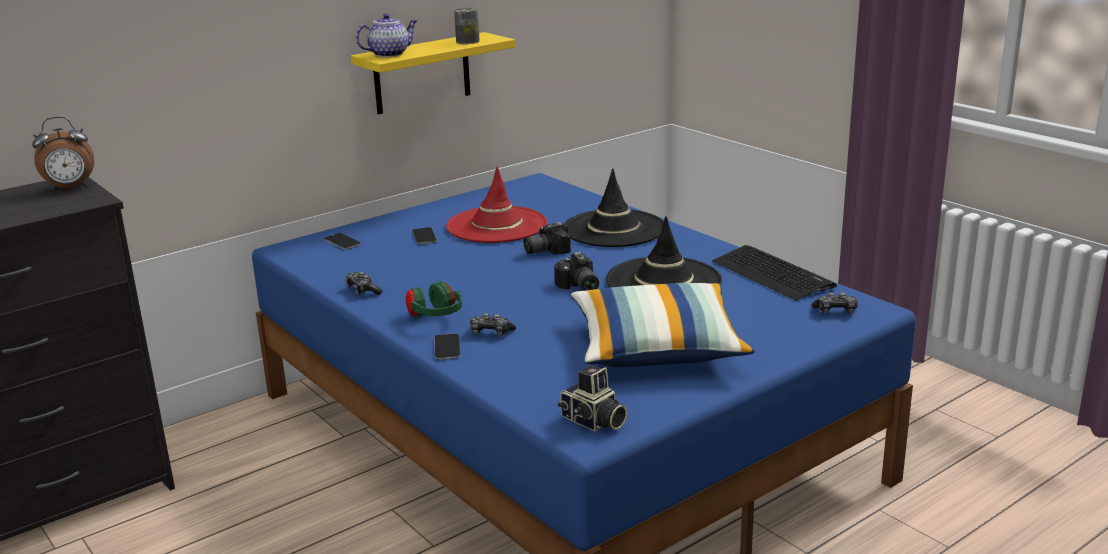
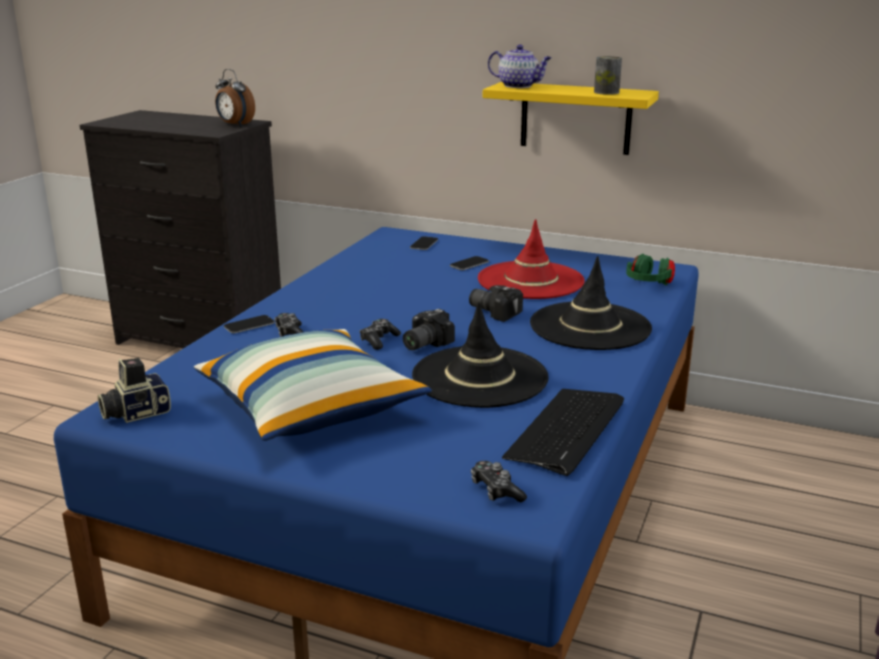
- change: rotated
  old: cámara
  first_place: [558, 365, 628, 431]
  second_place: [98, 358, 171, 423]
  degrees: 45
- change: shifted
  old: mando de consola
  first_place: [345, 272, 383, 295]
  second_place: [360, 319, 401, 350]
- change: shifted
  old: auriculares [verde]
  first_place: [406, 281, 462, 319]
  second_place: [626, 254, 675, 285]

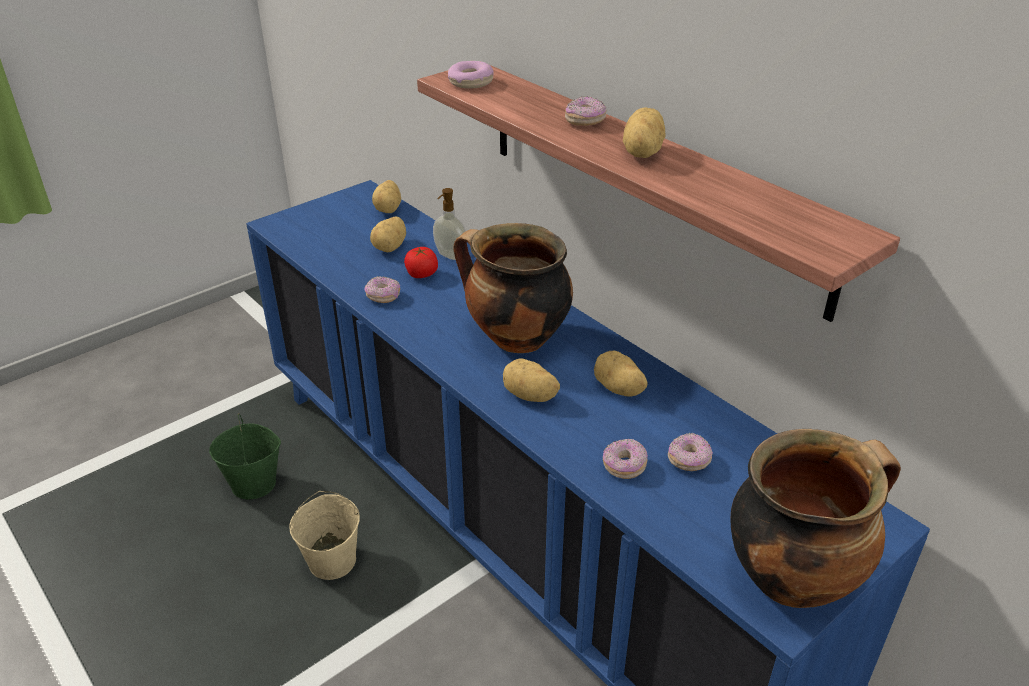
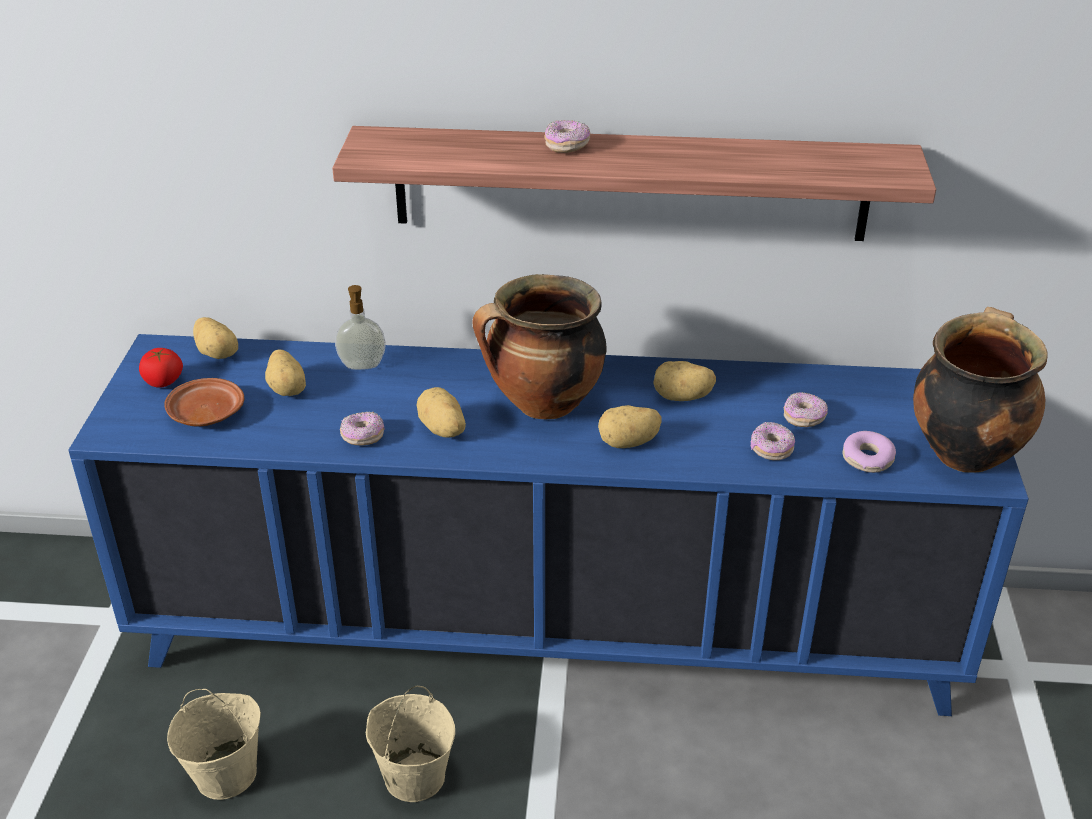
- change: shifted
  old: tomate
  first_place: [404, 247, 438, 278]
  second_place: [139, 348, 183, 388]
- change: new
  new: plato [marrón]
  second_place: [164, 378, 244, 427]
- change: repainted
  old: cubo [verde]
  new: cubo [beis]
  first_place: [209, 413, 281, 499]
  second_place: [167, 689, 261, 800]
- change: shifted
  old: patata
  first_place: [623, 107, 665, 158]
  second_place: [417, 387, 466, 438]
- change: shifted
  old: rosquilla
  first_place: [448, 61, 494, 89]
  second_place: [842, 431, 896, 473]

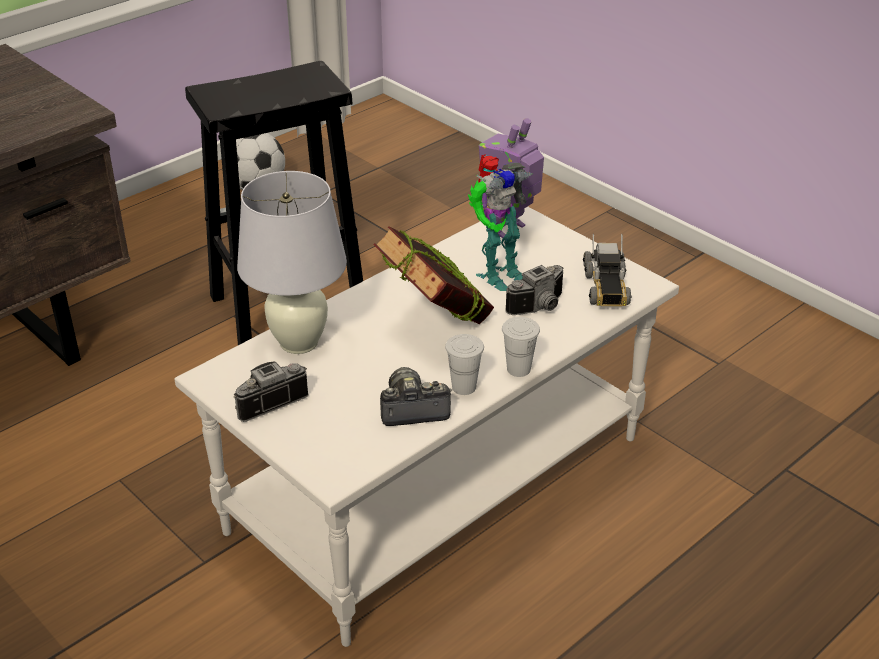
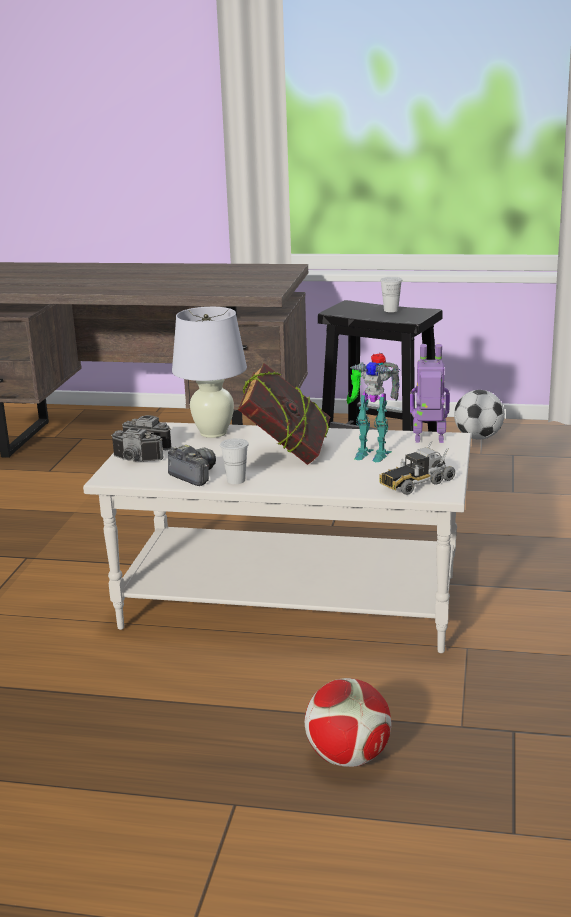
- change: shifted
  old: cámara
  first_place: [505, 265, 564, 315]
  second_place: [111, 428, 163, 462]
- change: new
  new: balón de fútbol
  second_place: [305, 678, 391, 767]
- change: shifted
  old: taza [blanco]
  first_place: [502, 317, 540, 377]
  second_place: [380, 277, 403, 312]

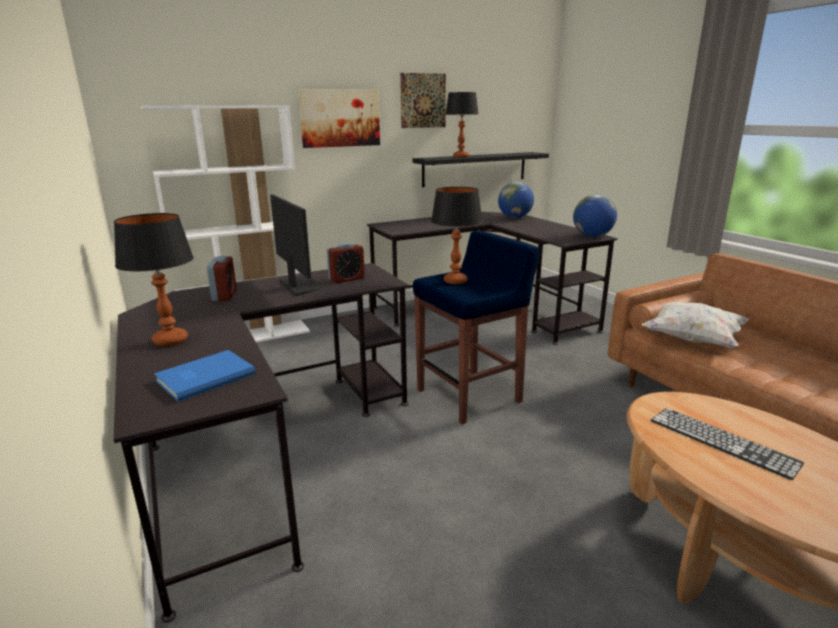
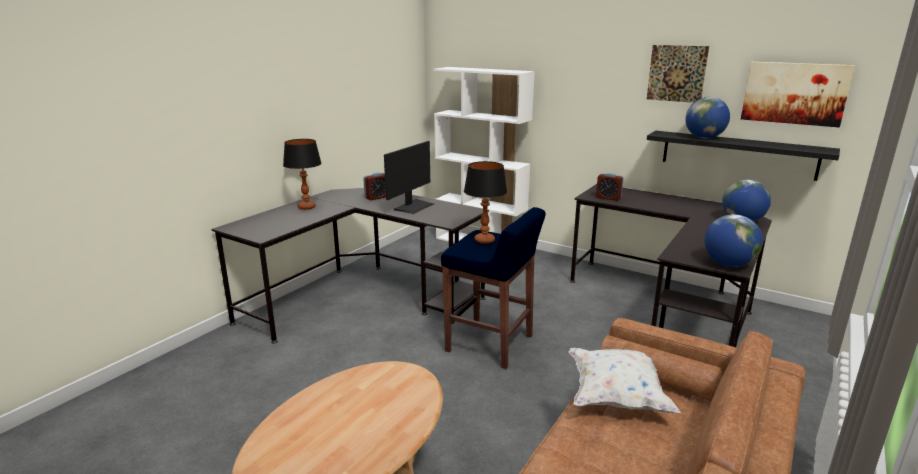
- change: shifted
  old: despertador
  first_place: [327, 243, 365, 283]
  second_place: [596, 173, 623, 201]
- change: swapped
  old: lámpara de mesa
  new: globo terráqueo
  first_place: [445, 92, 479, 158]
  second_place: [685, 97, 730, 139]
- change: shifted
  old: cuadro
  first_place: [298, 89, 380, 148]
  second_place: [741, 62, 855, 128]
- change: gone
  old: libro [azul]
  first_place: [154, 350, 255, 402]
- change: gone
  old: teclado
  first_place: [651, 408, 804, 480]

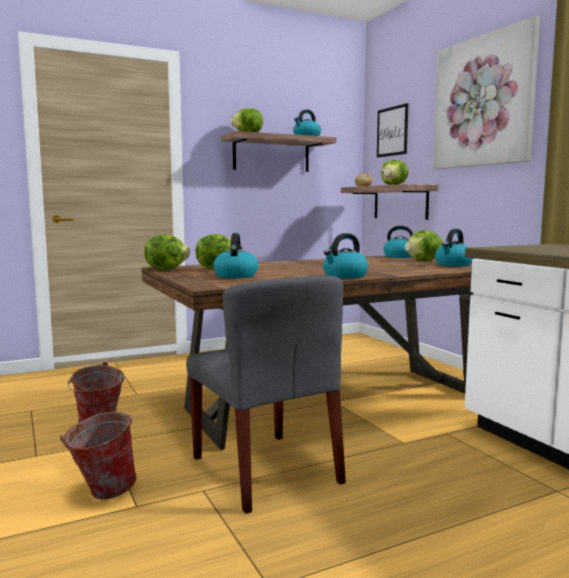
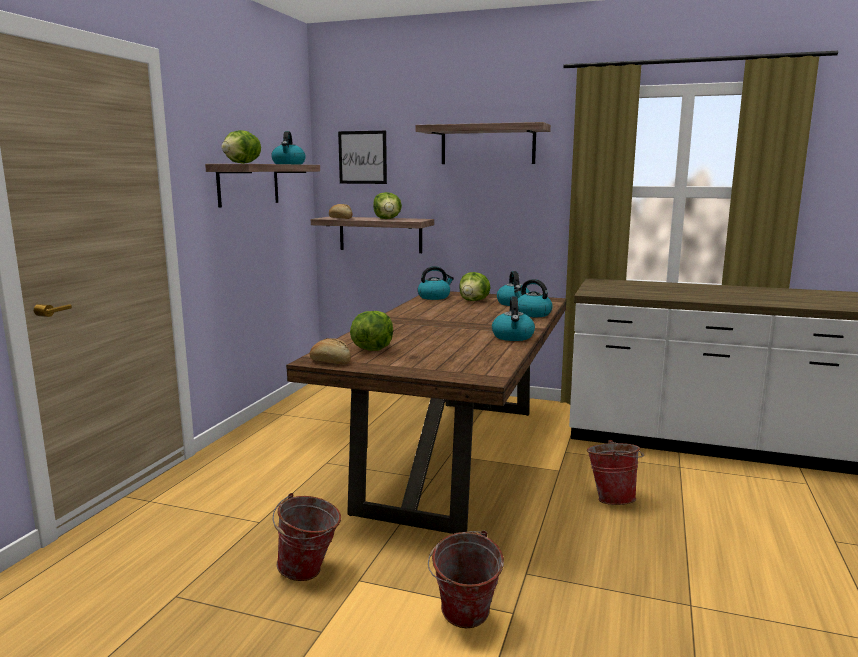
- change: swapped
  old: lechuga
  new: pan
  first_place: [144, 234, 190, 270]
  second_place: [310, 338, 351, 365]
- change: swapped
  old: cuadro
  new: estante
  first_place: [433, 16, 540, 169]
  second_place: [416, 122, 551, 164]
- change: shifted
  old: hervidor
  first_place: [213, 233, 259, 278]
  second_place: [514, 279, 553, 317]
- change: new
  new: cubo
  second_place: [587, 440, 644, 505]
- change: gone
  old: silla [gris]
  first_place: [186, 275, 346, 514]

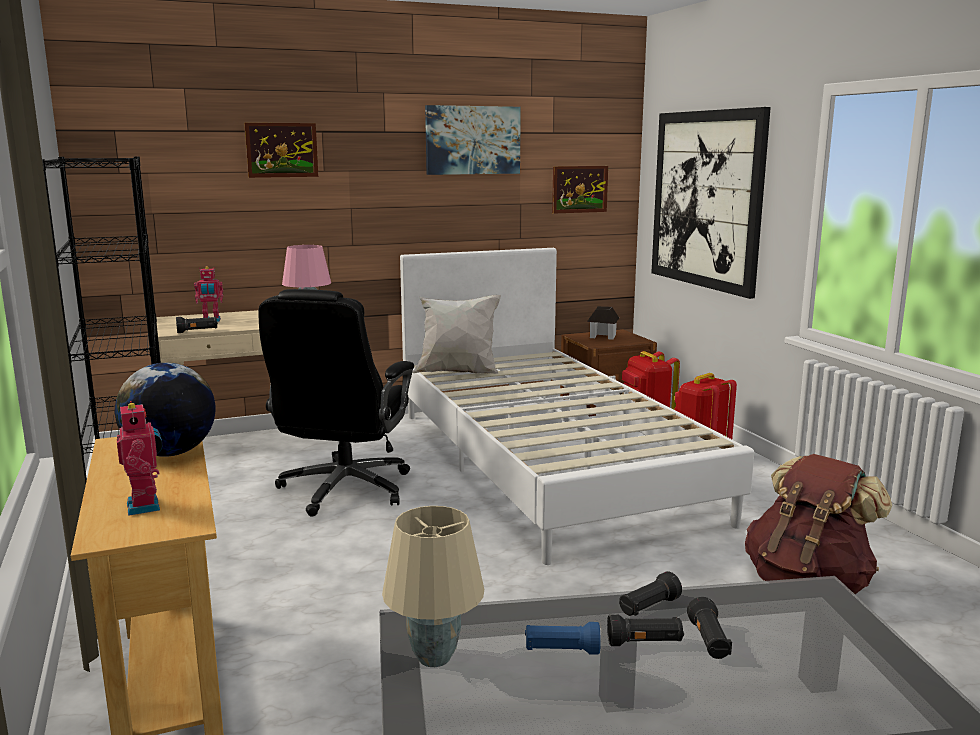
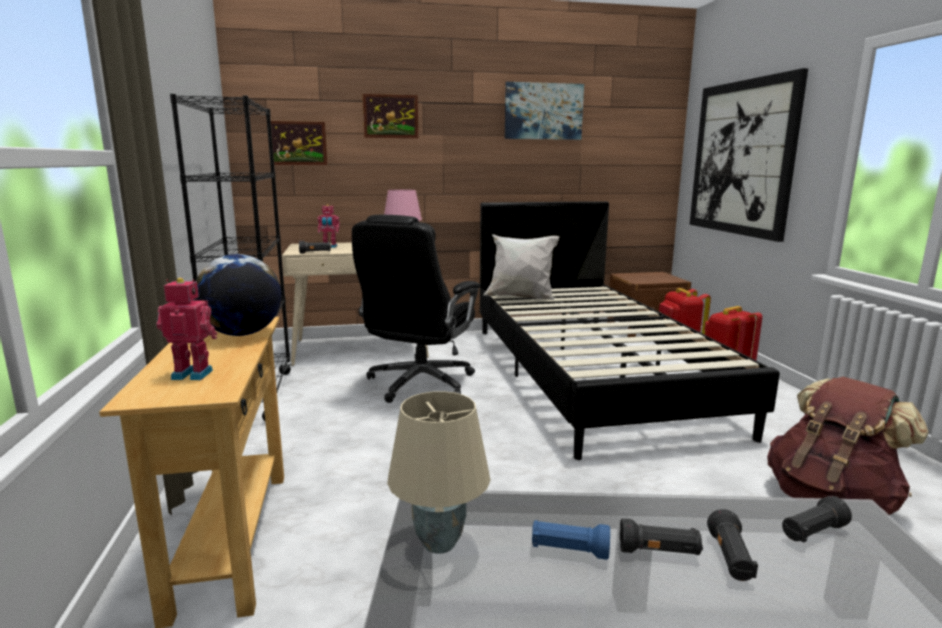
- change: rotated
  old: robot de juguete
  first_place: [116, 401, 162, 516]
  second_place: [156, 278, 217, 380]
  degrees: -75
- change: shifted
  old: cuadro
  first_place: [552, 166, 608, 214]
  second_place: [271, 121, 327, 165]
- change: repainted
  old: cama [blanco]
  new: cama [negro]
  first_place: [400, 248, 754, 565]
  second_place: [480, 201, 780, 460]
- change: shifted
  old: linterna [negro]
  first_place: [619, 571, 682, 616]
  second_place: [782, 496, 852, 542]
- change: gone
  old: casita
  first_place: [587, 306, 619, 340]

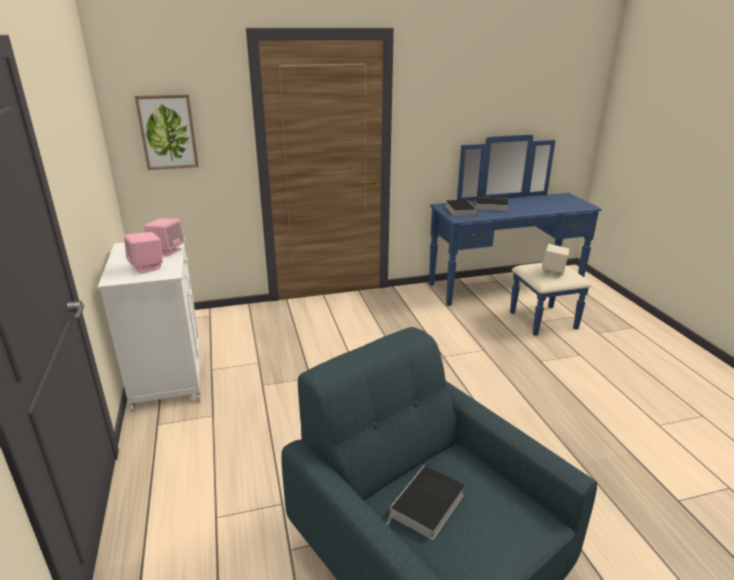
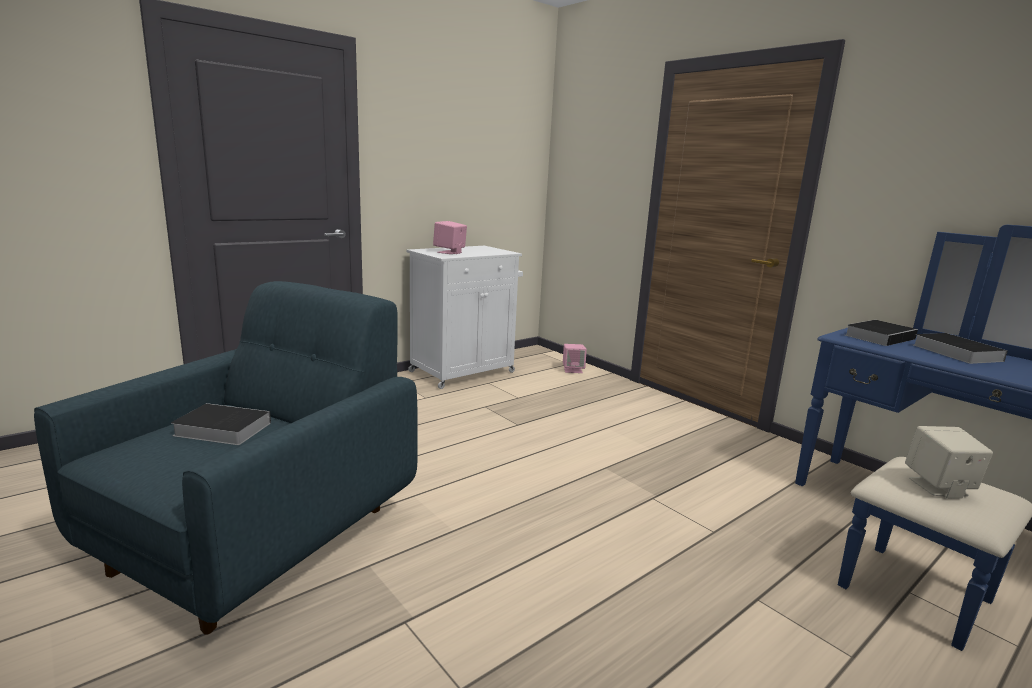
- change: shifted
  old: altavoz [rosa]
  first_place: [144, 218, 185, 256]
  second_place: [563, 344, 587, 373]
- change: gone
  old: cuadro
  first_place: [135, 94, 199, 170]

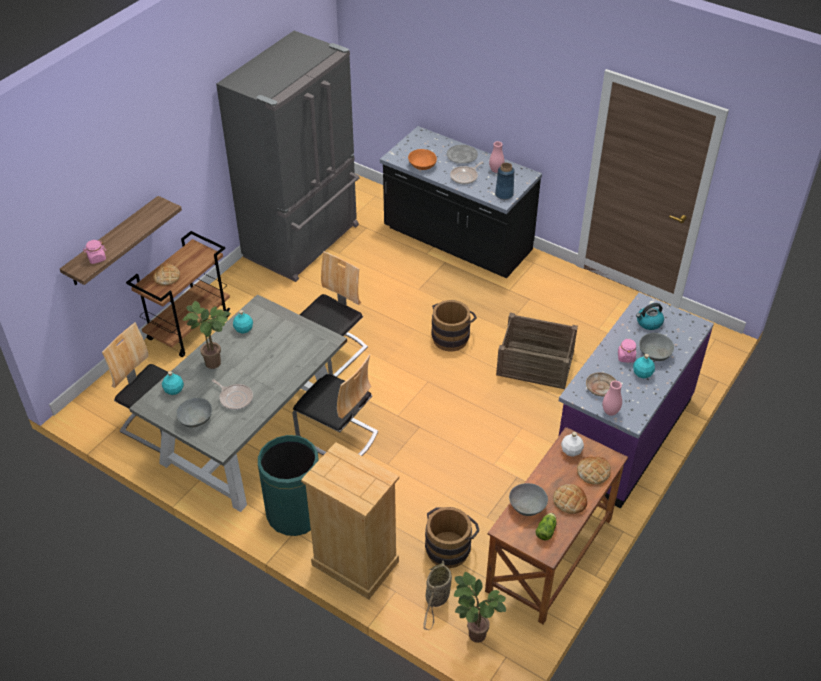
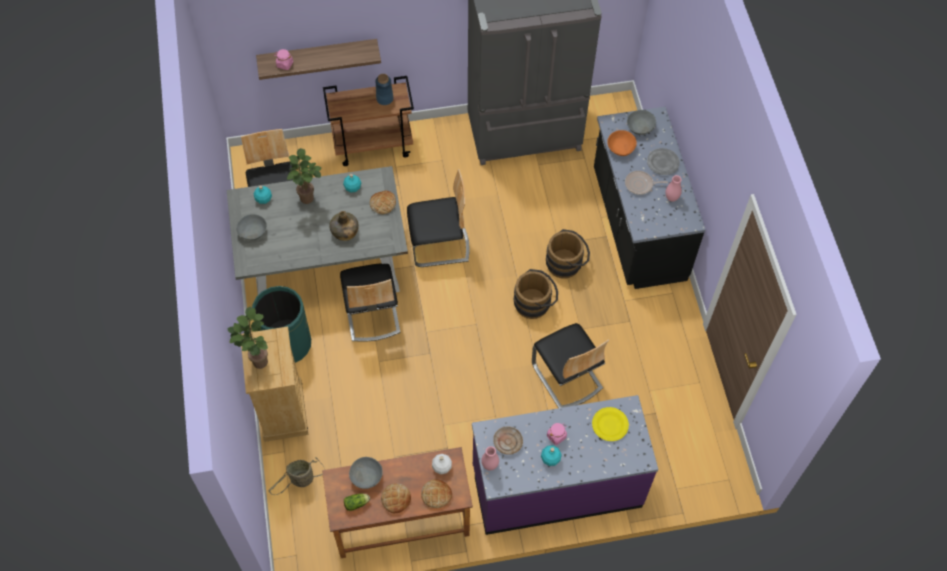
- change: shifted
  old: planta en maceta
  first_place: [454, 572, 506, 643]
  second_place: [228, 307, 268, 369]
- change: new
  new: botella [verde]
  second_place: [329, 211, 359, 241]
- change: shifted
  old: pan
  first_place: [152, 263, 180, 285]
  second_place: [370, 191, 396, 214]
- change: shifted
  old: florero [azul]
  first_place: [495, 163, 515, 200]
  second_place: [375, 74, 393, 105]
- change: swapped
  old: caja de embalaje
  new: silla
  first_place: [496, 313, 578, 389]
  second_place: [532, 323, 609, 408]
- change: shifted
  old: cubo [marrón]
  first_place: [425, 507, 480, 568]
  second_place: [546, 229, 590, 279]
- change: swapped
  old: hervidor
  new: plato [amarillo]
  first_place: [636, 303, 664, 330]
  second_place: [592, 407, 629, 441]
- change: shifted
  old: cuenco [gris]
  first_place: [639, 333, 674, 361]
  second_place: [627, 110, 656, 135]
- change: gone
  old: sartén
  first_place: [212, 379, 253, 410]

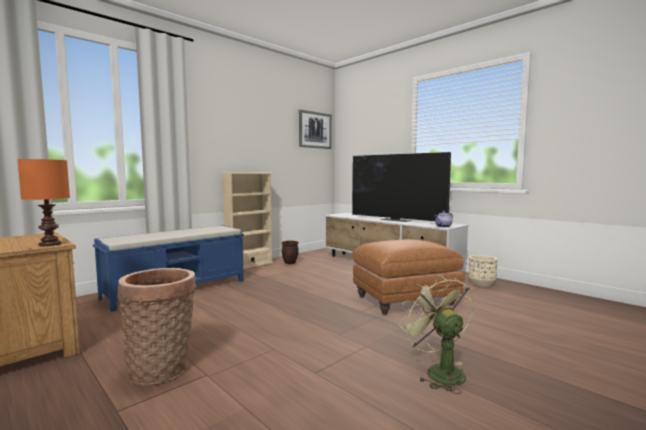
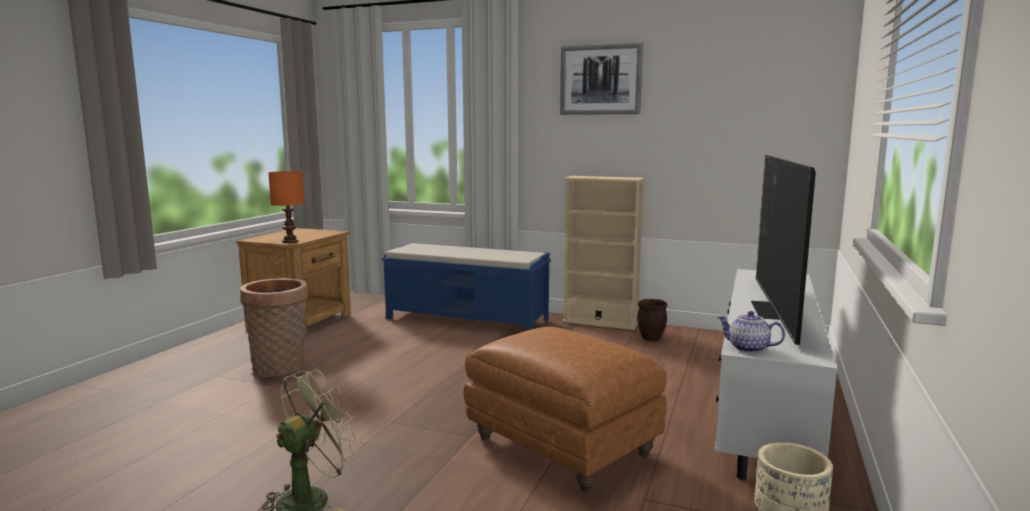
- change: shifted
  old: cuadro
  first_place: [299, 109, 332, 149]
  second_place: [560, 43, 643, 115]

